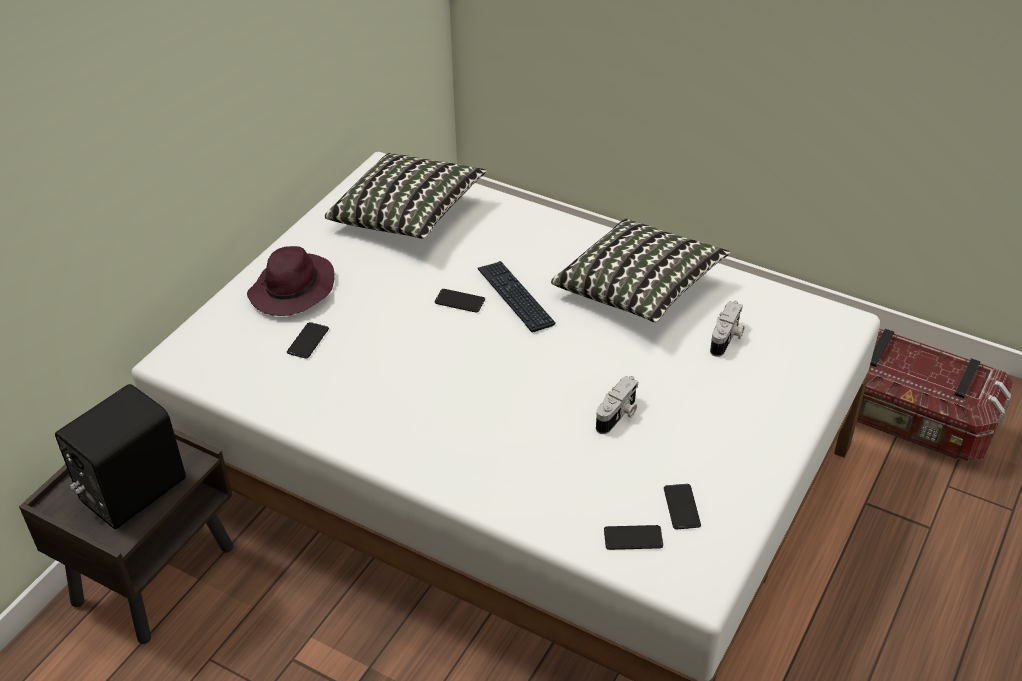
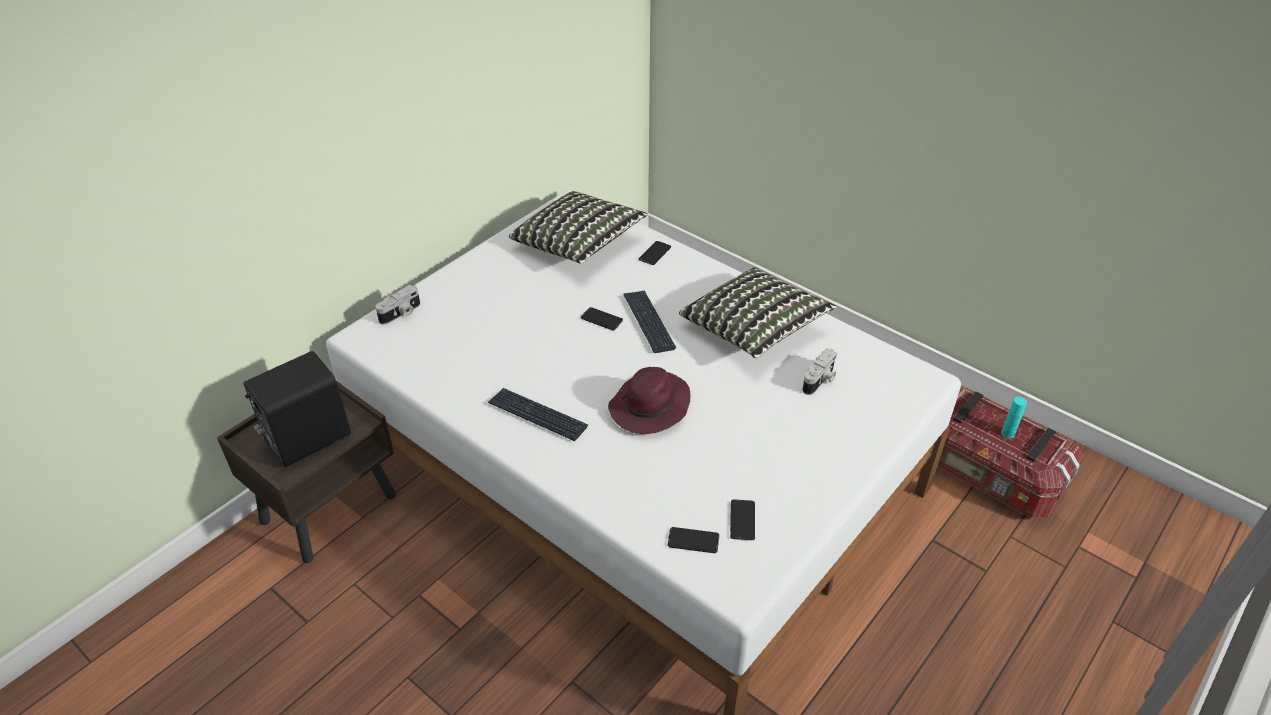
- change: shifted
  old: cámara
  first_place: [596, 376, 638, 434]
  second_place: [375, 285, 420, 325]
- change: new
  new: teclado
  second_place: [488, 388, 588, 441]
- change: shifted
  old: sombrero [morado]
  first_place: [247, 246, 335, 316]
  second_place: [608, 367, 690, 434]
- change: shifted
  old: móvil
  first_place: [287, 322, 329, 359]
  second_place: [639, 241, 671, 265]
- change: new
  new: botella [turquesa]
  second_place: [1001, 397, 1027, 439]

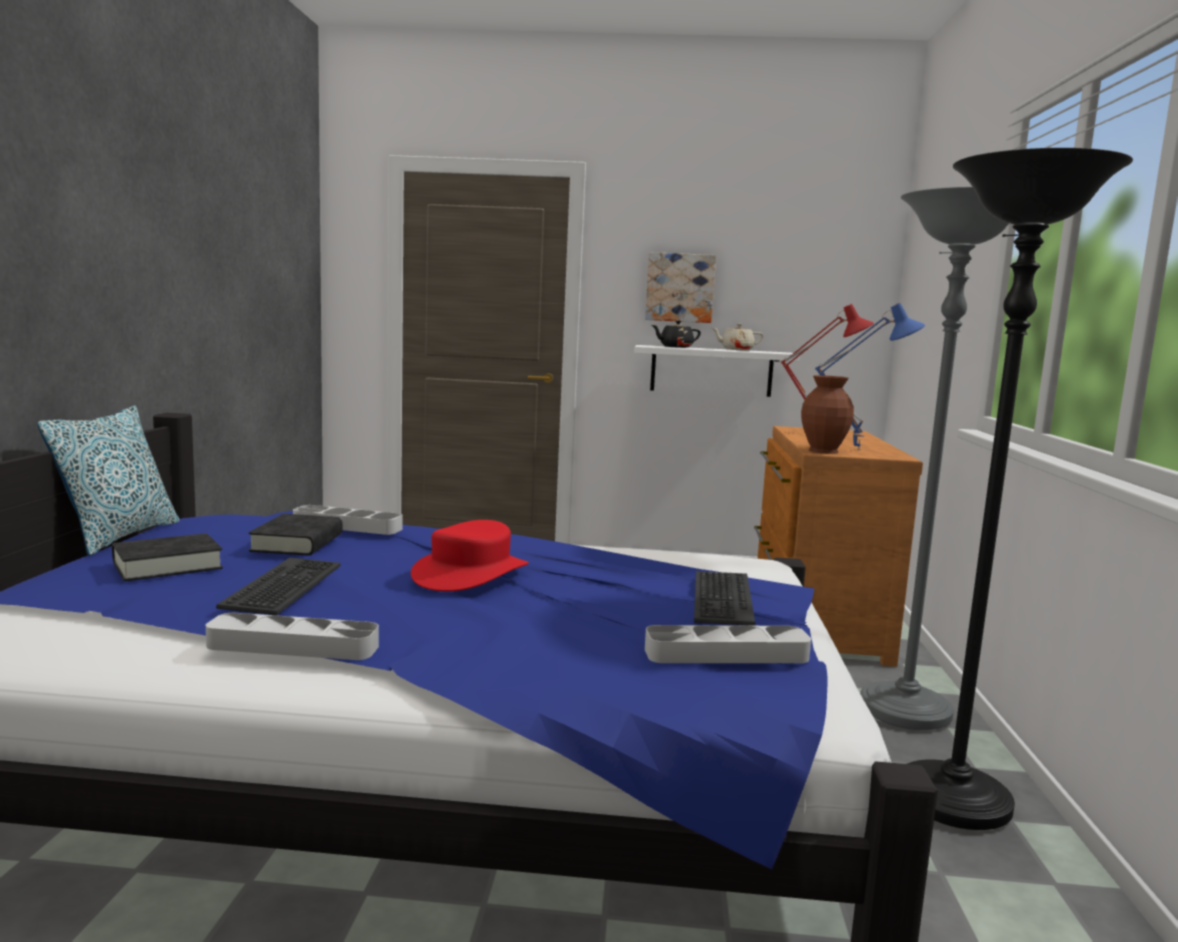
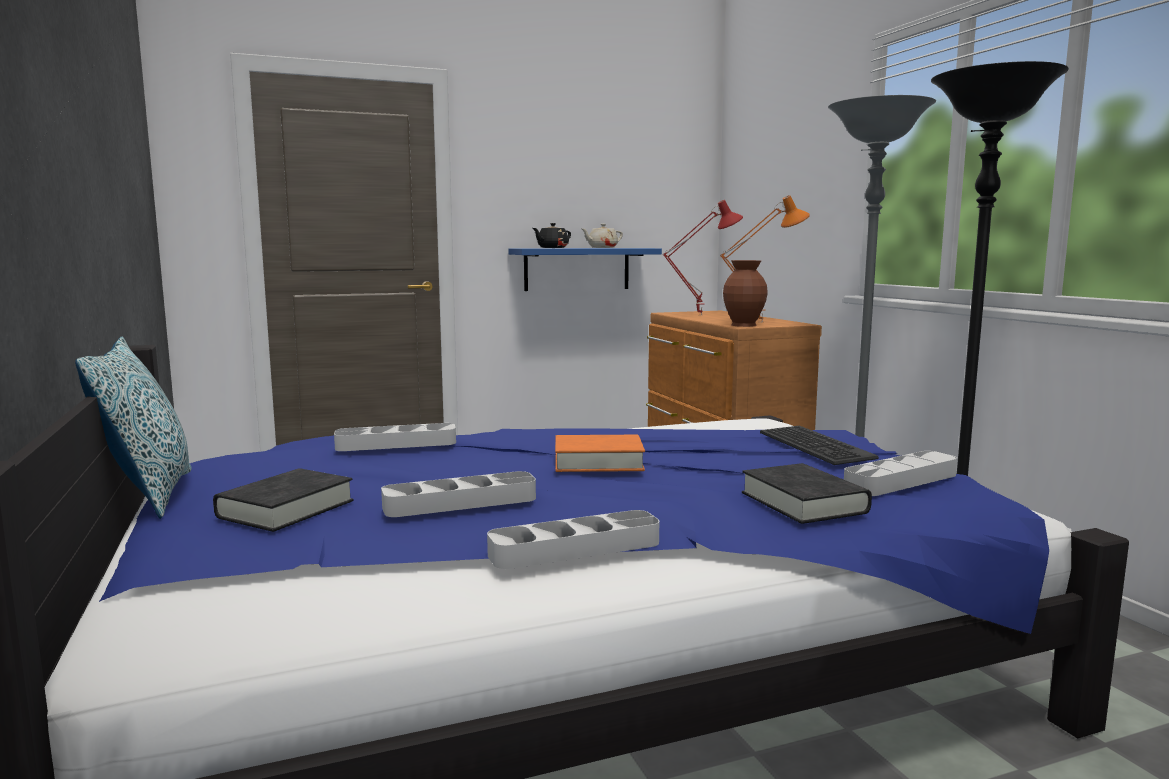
- change: swapped
  old: teclado
  new: bandeja [gris]
  first_place: [216, 557, 341, 615]
  second_place: [381, 471, 536, 517]
- change: repainted
  old: estante [blanco]
  new: estante [azul]
  first_place: [634, 345, 799, 397]
  second_place: [508, 248, 662, 291]
- change: swapped
  old: sombrero [rojo]
  new: libro [naranja]
  first_place: [411, 520, 529, 592]
  second_place: [555, 435, 645, 472]
- change: repainted
  old: lámpara de mesa [azul]
  new: lámpara de mesa [naranja]
  first_place: [815, 303, 925, 450]
  second_place: [720, 195, 810, 323]
- change: shifted
  old: libro [negro]
  first_place: [248, 514, 342, 556]
  second_place: [742, 463, 872, 524]
- change: gone
  old: cuadro
  first_place: [645, 252, 716, 323]

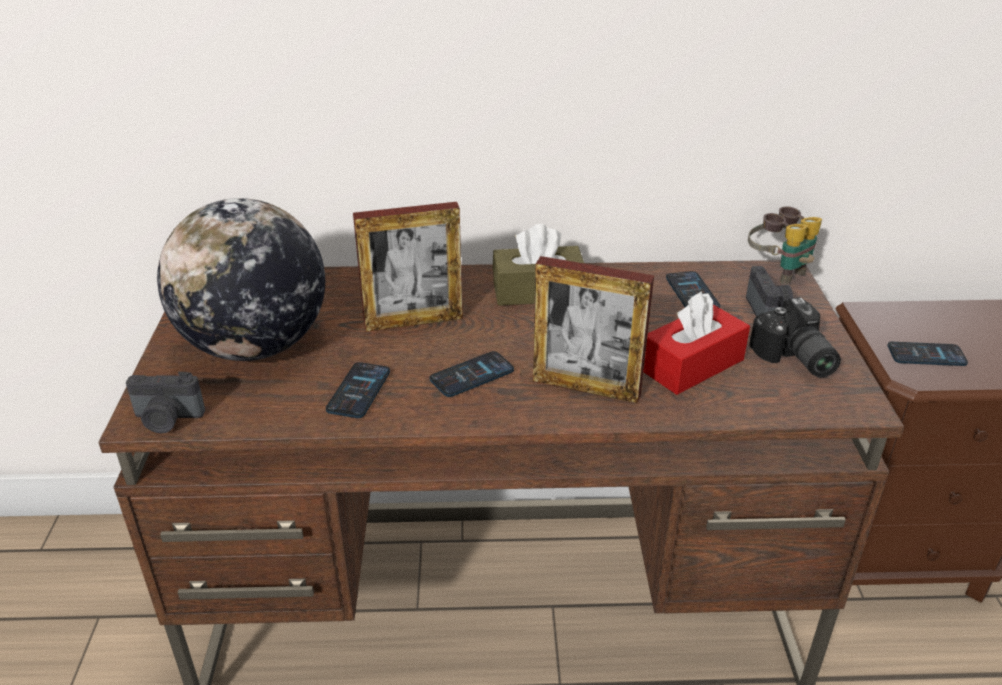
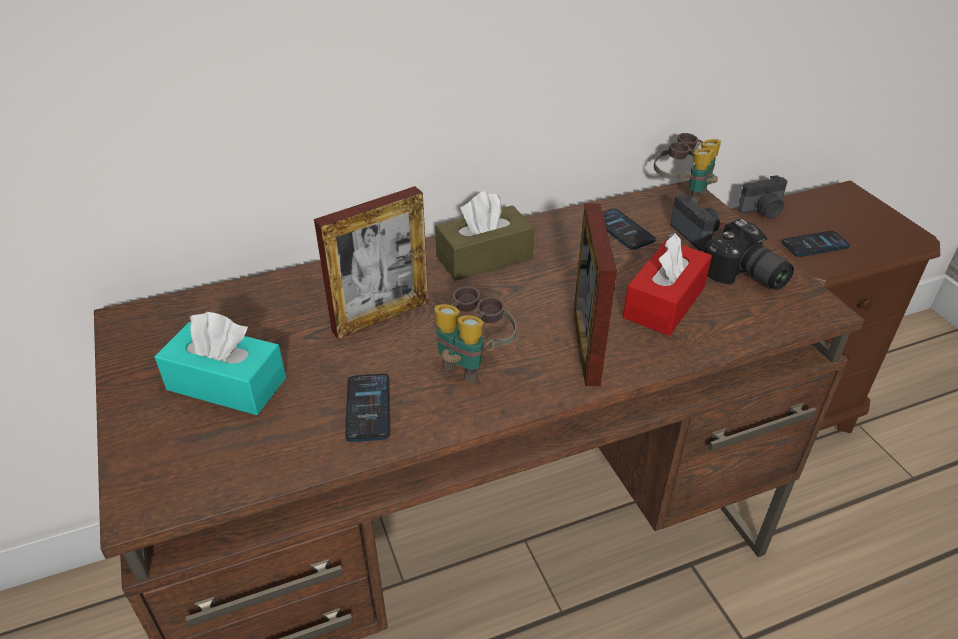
- change: swapped
  old: globo terráqueo
  new: caja de pañuelos [turquesa]
  first_place: [157, 198, 325, 361]
  second_place: [155, 312, 286, 415]
- change: swapped
  old: móvil
  new: prismáticos
  first_place: [429, 351, 514, 397]
  second_place: [435, 286, 516, 383]
- change: rotated
  old: portarretratos
  first_place: [533, 256, 654, 403]
  second_place: [574, 203, 617, 386]
  degrees: 90
- change: shifted
  old: cámara
  first_place: [126, 372, 205, 433]
  second_place: [737, 175, 788, 219]

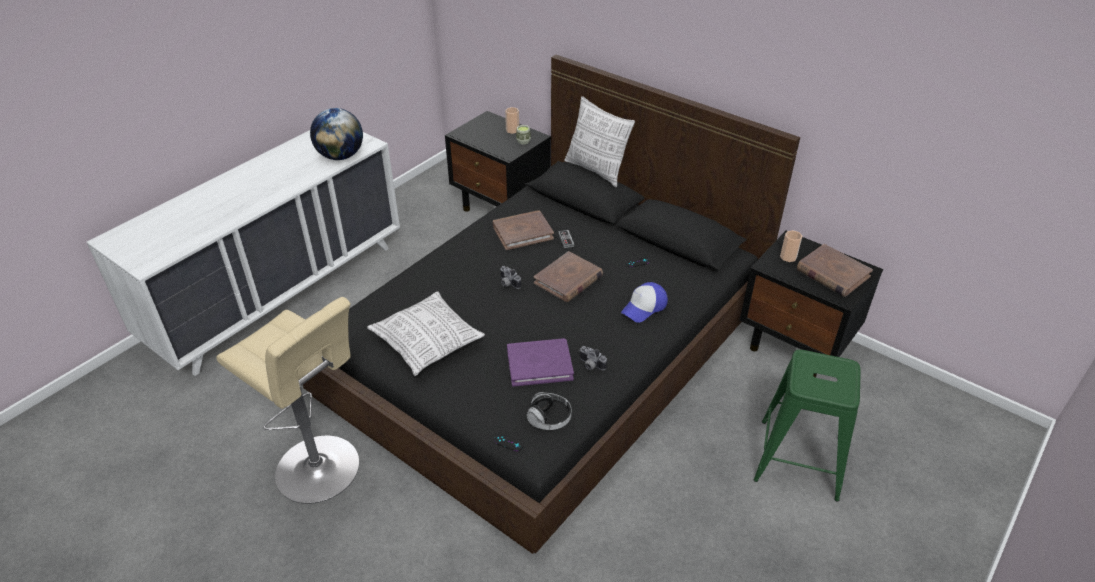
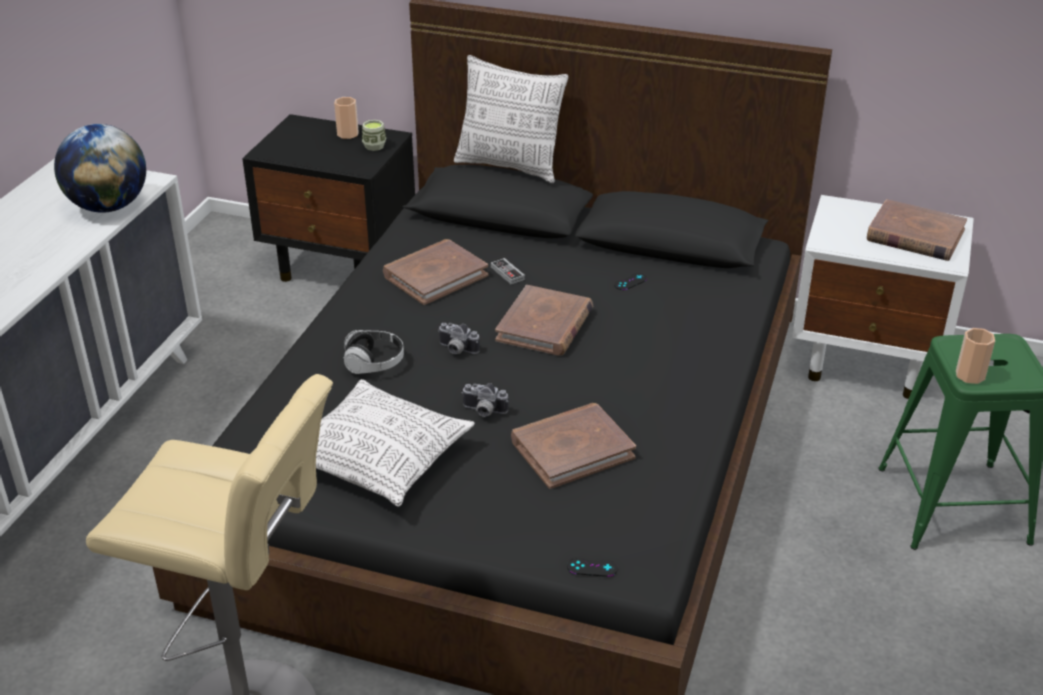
- change: shifted
  old: auriculares
  first_place: [526, 392, 572, 430]
  second_place: [343, 330, 404, 374]
- change: shifted
  old: cámara
  first_place: [579, 346, 607, 370]
  second_place: [461, 383, 508, 417]
- change: repainted
  old: libro [morado]
  new: libro [marrón]
  first_place: [507, 338, 574, 387]
  second_place: [511, 403, 636, 489]
- change: repainted
  old: mesita de noche [negro]
  new: mesita de noche [blanco]
  first_place: [740, 231, 883, 378]
  second_place: [792, 195, 974, 399]
- change: shifted
  old: taza
  first_place: [780, 230, 802, 262]
  second_place: [956, 328, 995, 384]
- change: gone
  old: gorra
  first_place: [621, 282, 668, 323]

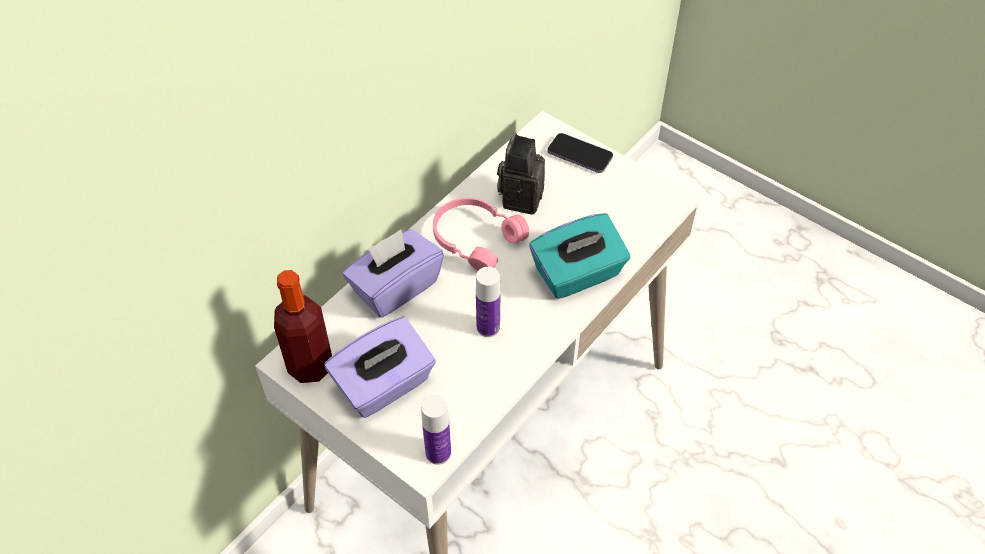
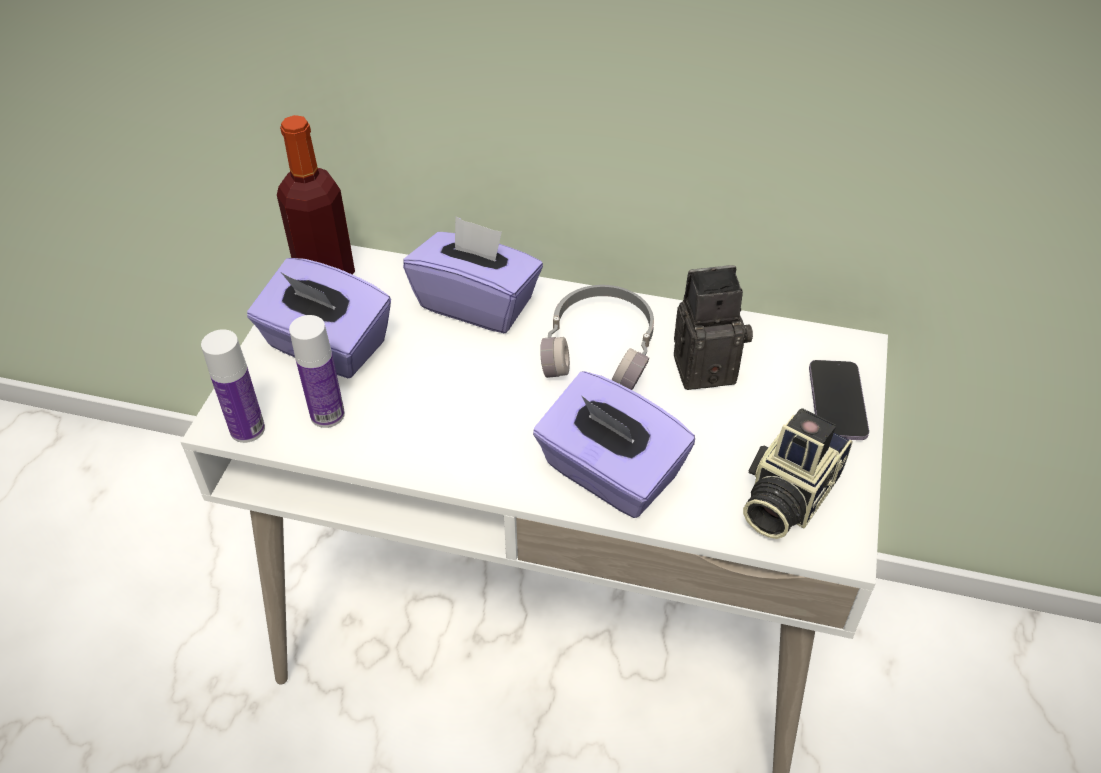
- change: shifted
  old: botella
  first_place: [476, 267, 501, 337]
  second_place: [289, 315, 345, 428]
- change: repainted
  old: caja de pañuelos [turquesa]
  new: caja de pañuelos [morado]
  first_place: [530, 213, 630, 299]
  second_place: [533, 371, 695, 518]
- change: repainted
  old: auriculares [rosa]
  new: auriculares [gris]
  first_place: [433, 198, 529, 270]
  second_place: [540, 285, 654, 390]
- change: new
  new: cámara
  second_place: [743, 408, 853, 539]

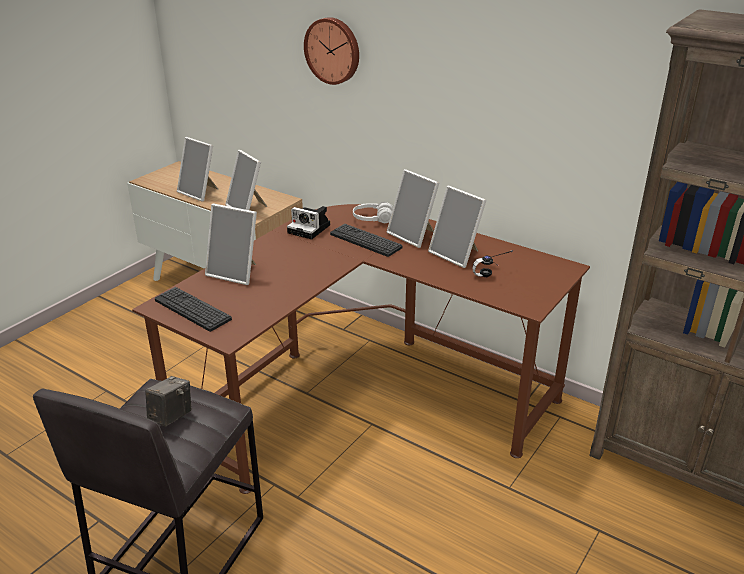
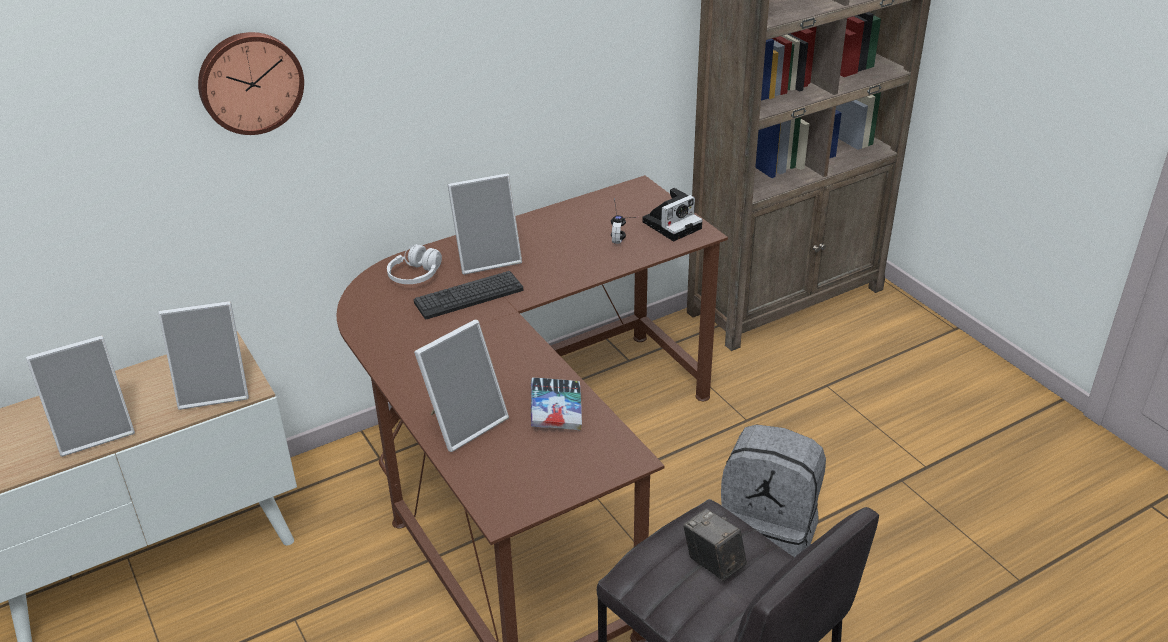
- change: new
  new: libro
  second_place: [531, 378, 582, 431]
- change: shifted
  old: cámara
  first_place: [287, 206, 330, 239]
  second_place: [642, 188, 703, 242]
- change: new
  new: mochila [gris]
  second_place: [721, 425, 826, 557]
- change: gone
  old: teclado
  first_place: [155, 287, 232, 332]
- change: gone
  old: portarretratos
  first_place: [428, 186, 487, 268]

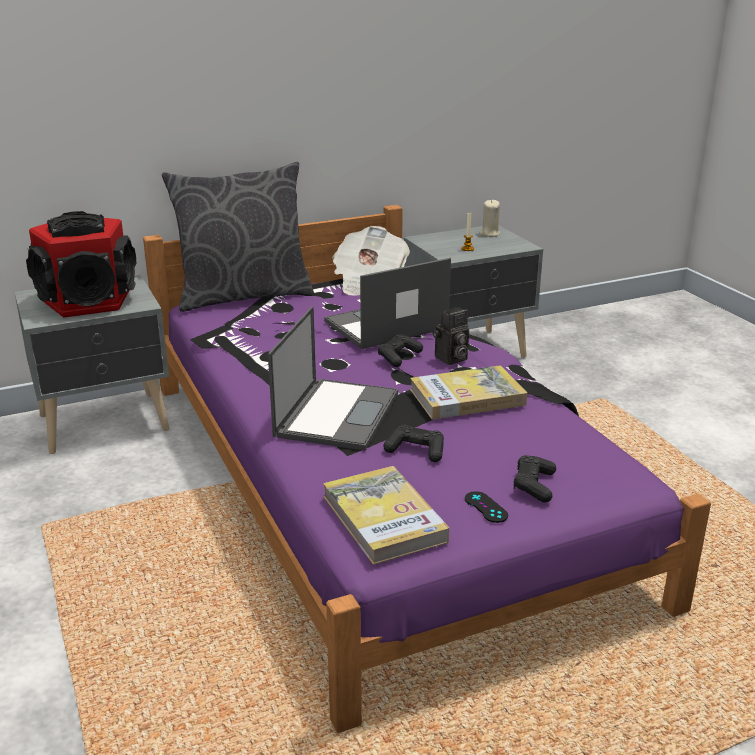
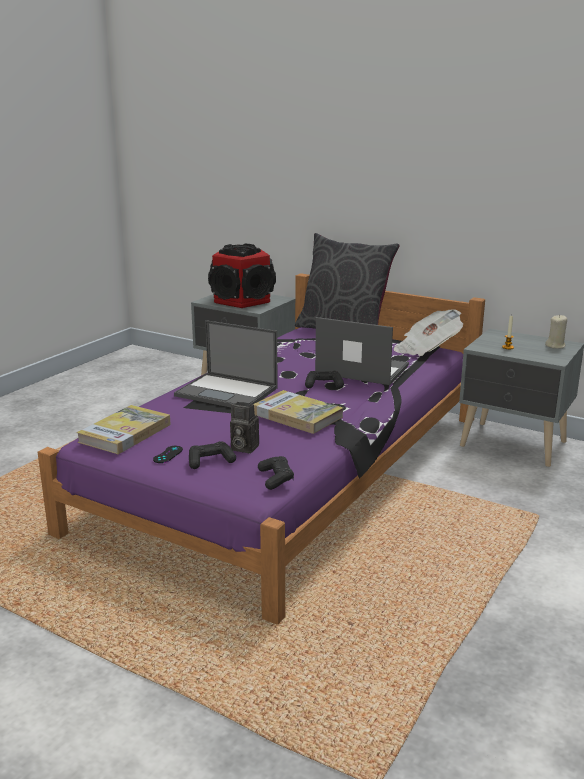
- change: rotated
  old: portátil
  first_place: [268, 306, 398, 451]
  second_place: [174, 320, 278, 407]
  degrees: 45
- change: shifted
  old: cámara
  first_place: [433, 307, 469, 365]
  second_place: [230, 402, 259, 454]
- change: shifted
  old: mando de consola [negro]
  first_place: [383, 424, 444, 462]
  second_place: [258, 456, 294, 490]

